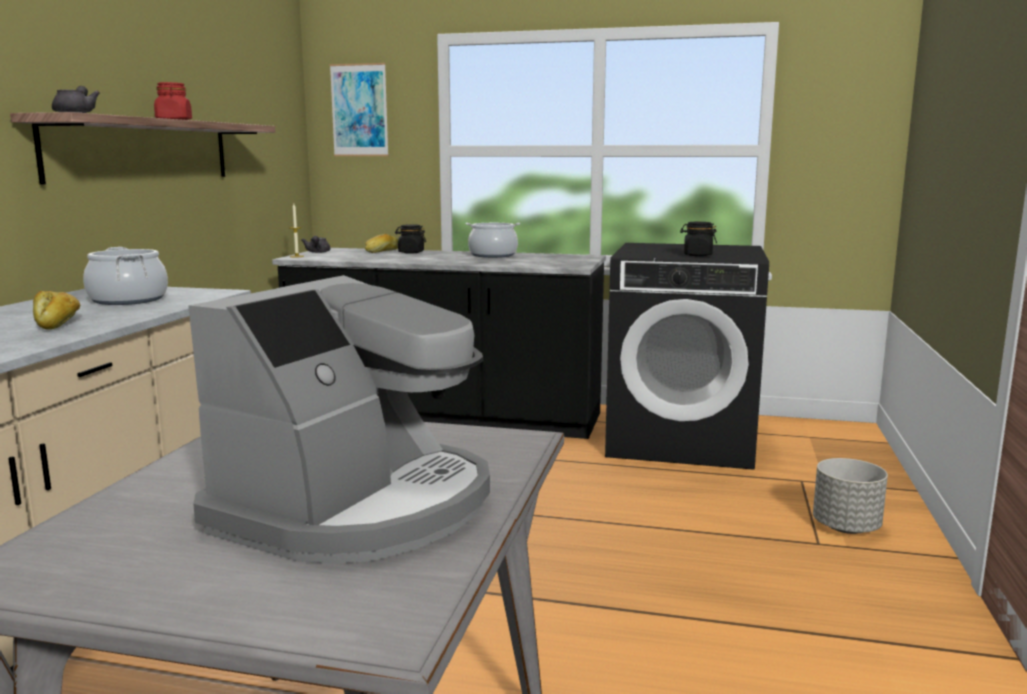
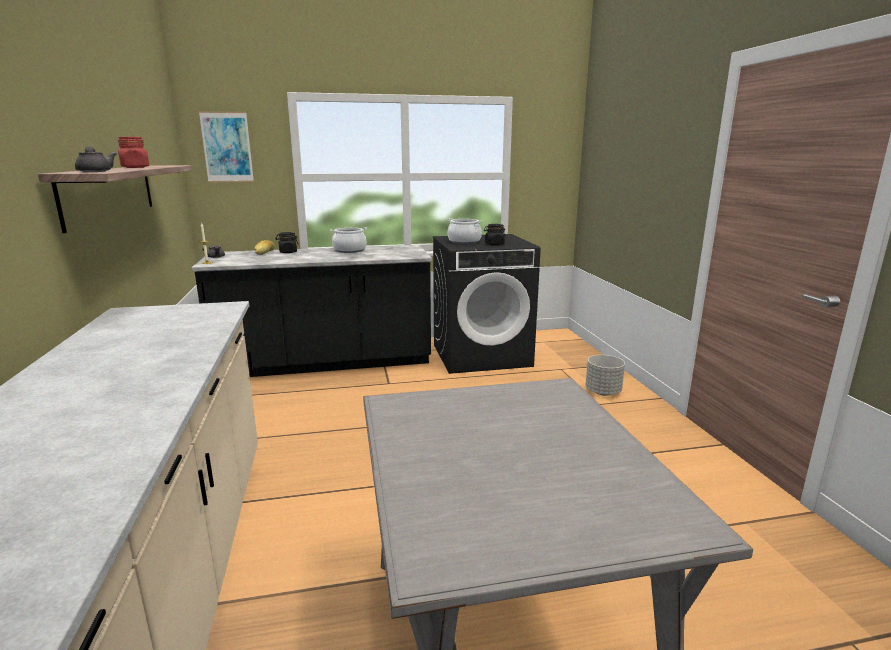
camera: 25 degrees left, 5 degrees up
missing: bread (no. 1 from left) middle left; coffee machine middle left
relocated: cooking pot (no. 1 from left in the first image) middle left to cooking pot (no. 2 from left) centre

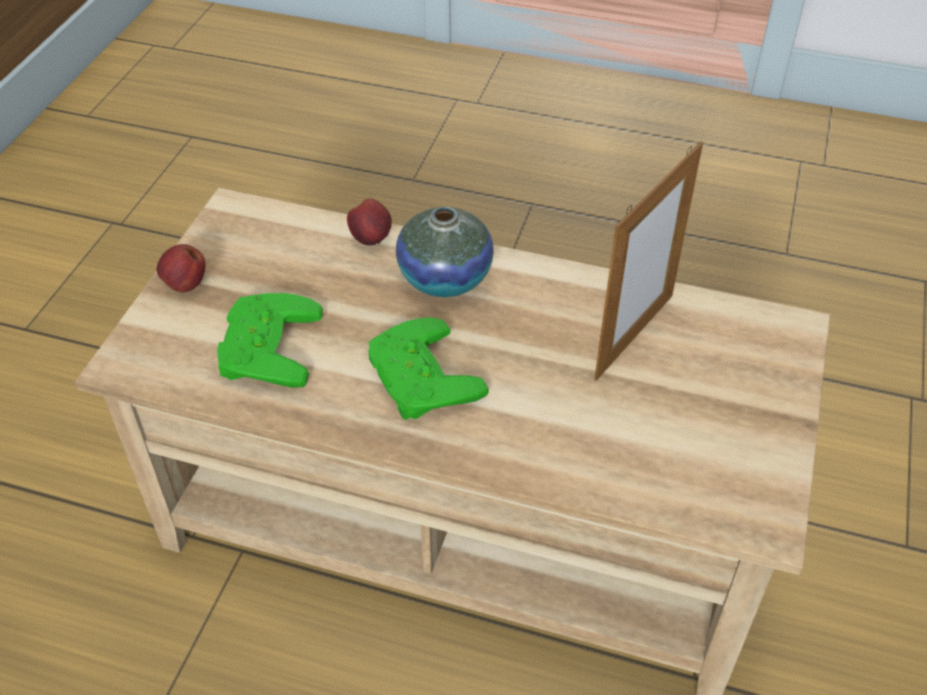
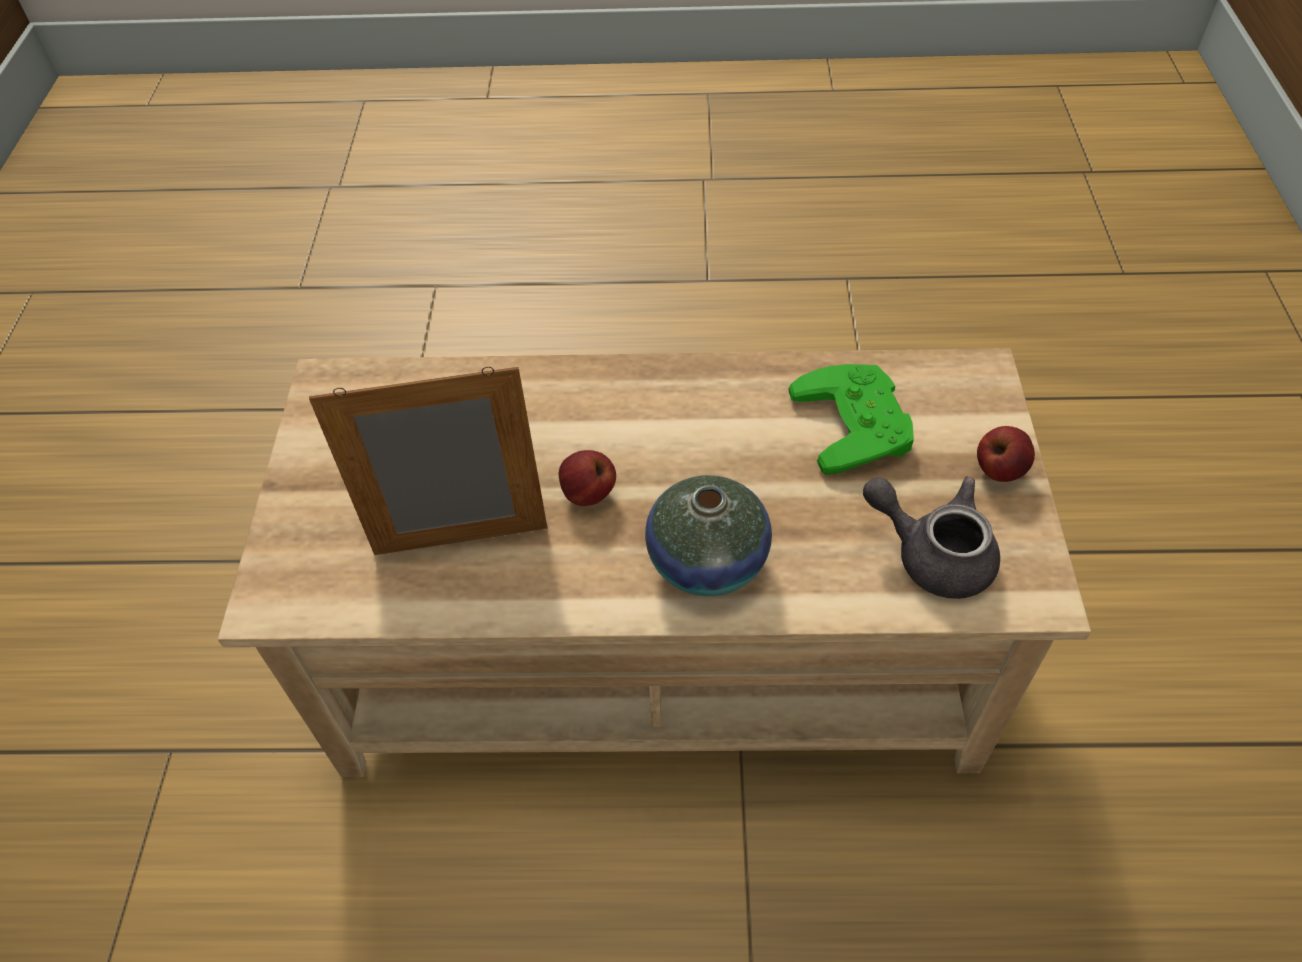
camera: 165 degrees right, 5 degrees up
missing: game controller/green (no. 2 from left) centre
appeared: teapot/grey middle right
relocated: apple (no. 2 from left in the first image) top centre to apple (no. 1 from left) centre
spun: picture frame middle right = middle left 60 degrees clockwise

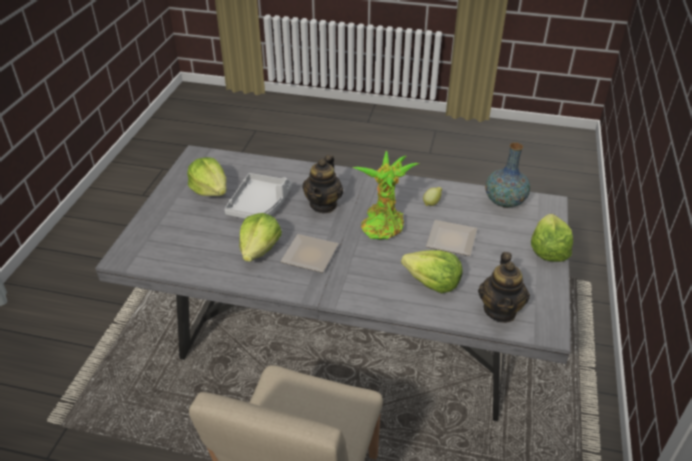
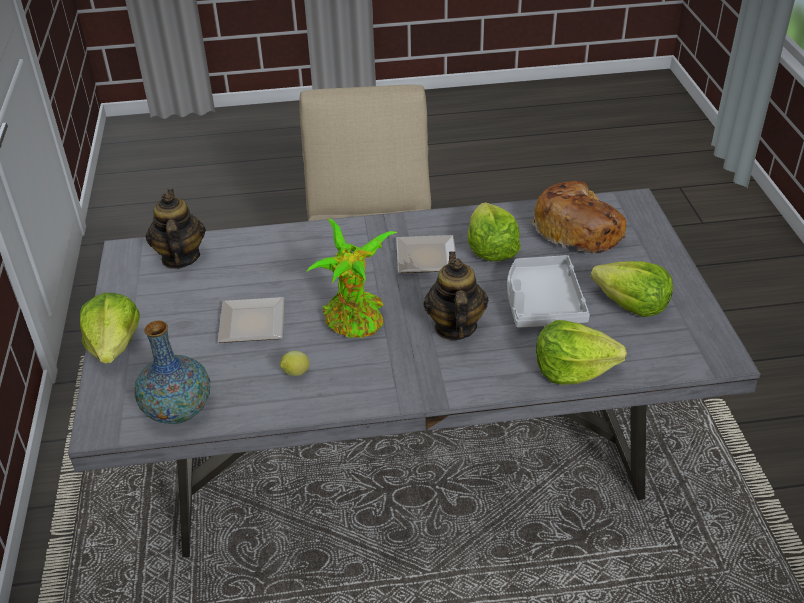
camera: 160 degrees right, 0 degrees up
appeared: bread middle right
relocated: lettuce (no. 3 from left) centre to middle right

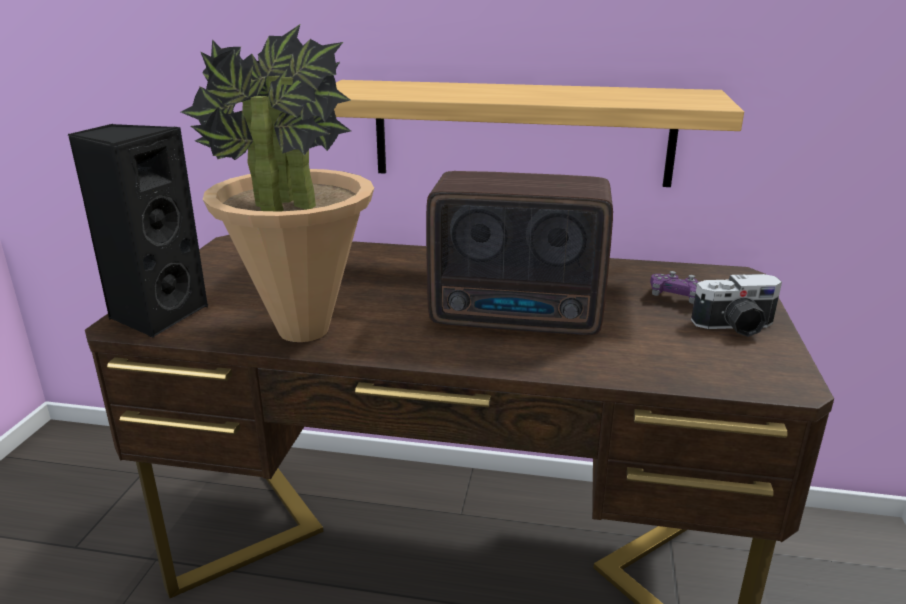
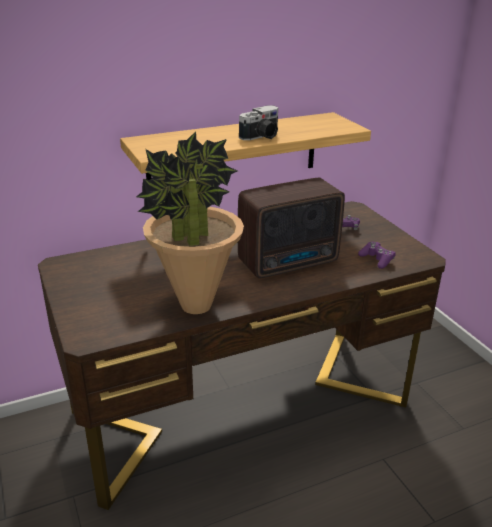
camera: 35 degrees left, 5 degrees up
missing: speaker/black middle left
appeared: game controller/purple (no. 2 from left) middle right
relocated: photo camera middle right to top centre

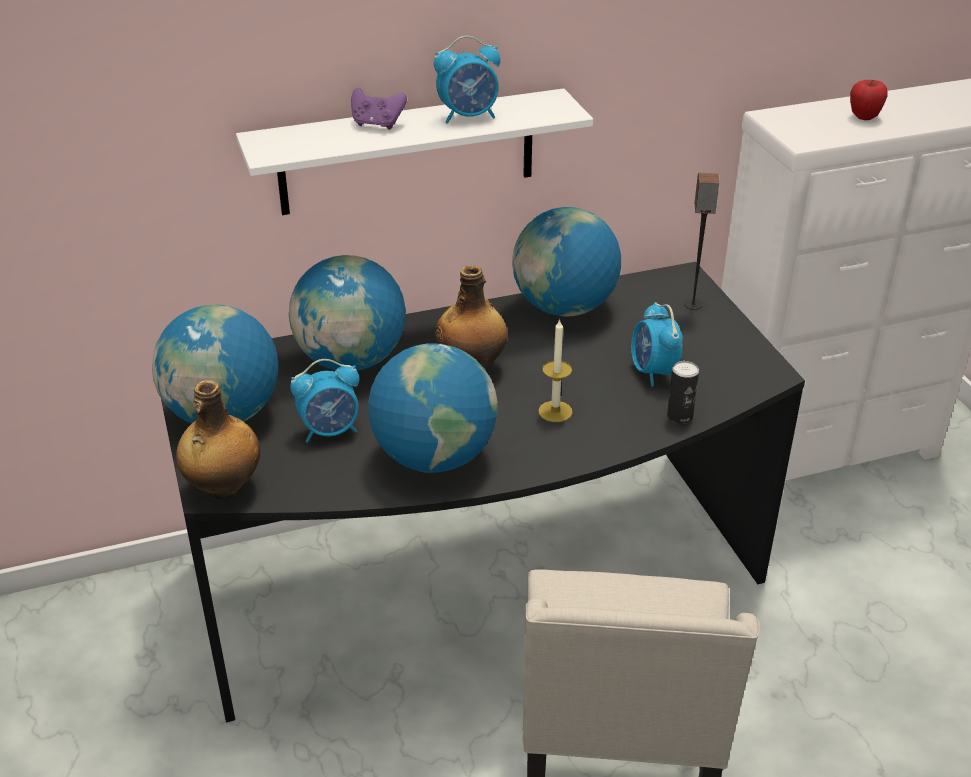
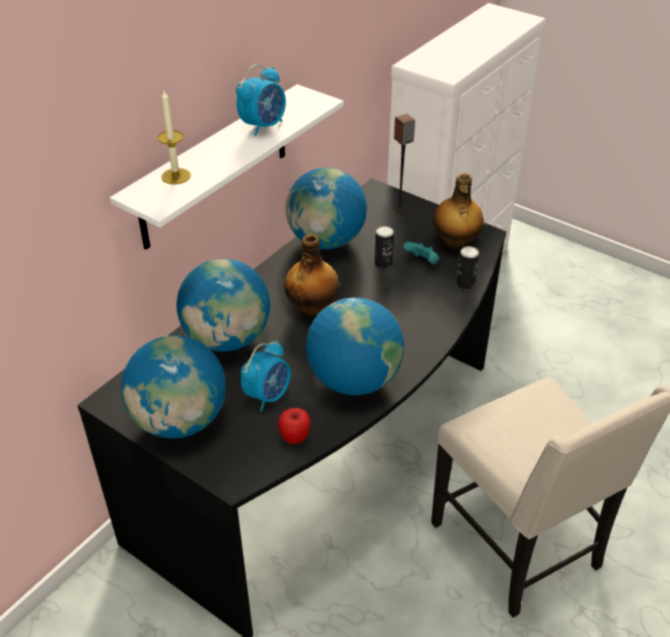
camera: 35 degrees left, 5 degrees up
missing: game controller/purple top centre
appeared: can (no. 1 from left) centre
relocated: candle centre to top left; apple top right to bottom centre; bottle (no. 1 from left in the first image) middle left to bottle (no. 2 from left) top right
exchanged: alarm clock (no. 3 from left) middle right to game controller/turquoise centre

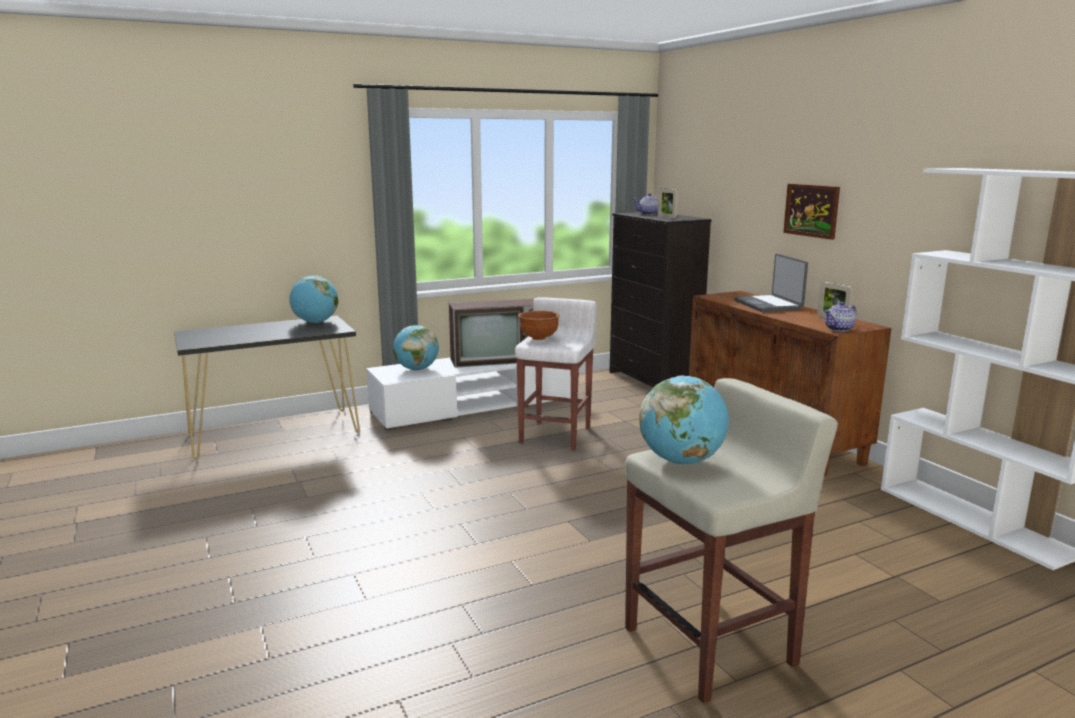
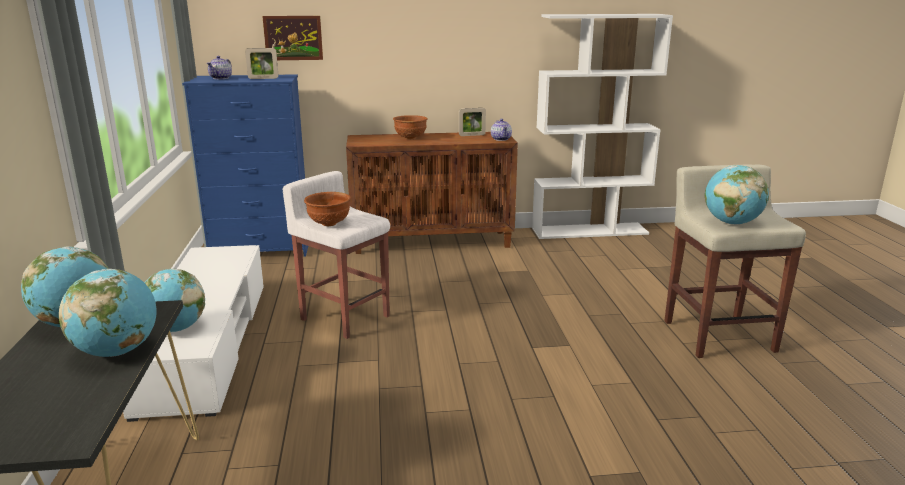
camera: 70 degrees left, 5 degrees up
missing: television centre
appeared: globe (no. 2 from left) middle left
relocated: picture top right to top left
exchanged: laptop middle right to bowl/brown (no. 2 from left) top centre
colour: dresser/black centre to dresser/blue middle left

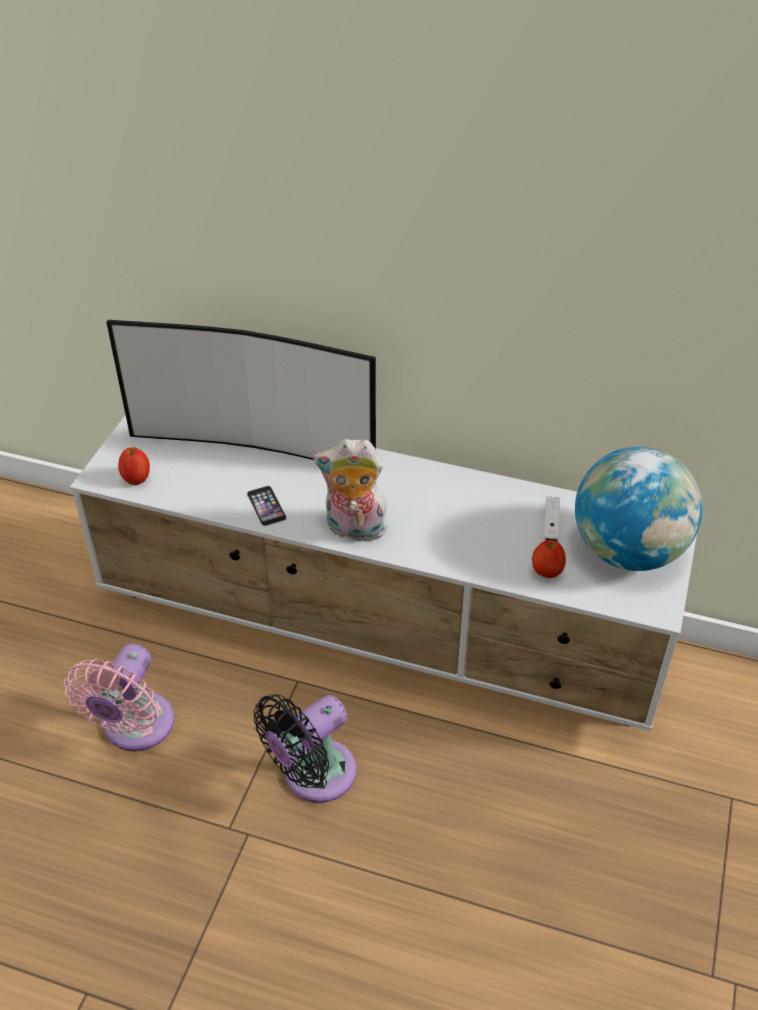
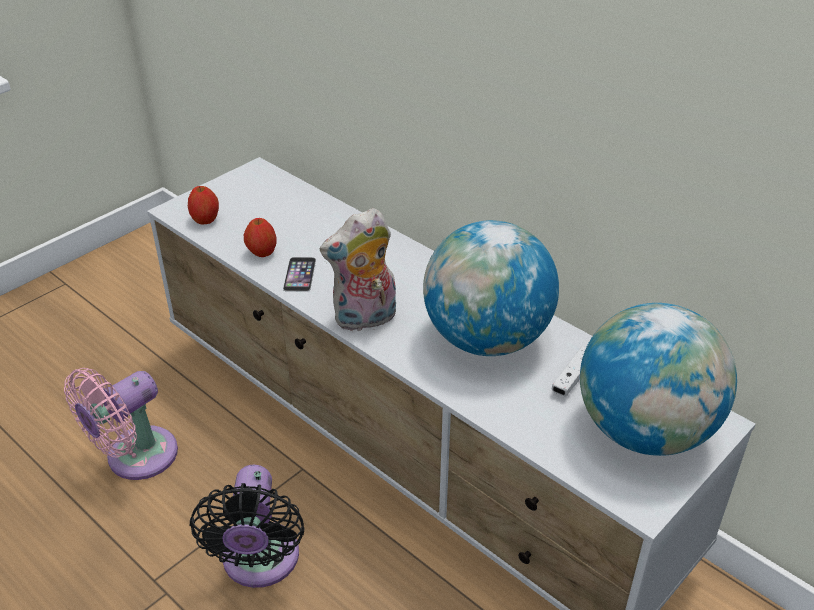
camera: 25 degrees right, 5 degrees down
missing: television middle left
appeared: globe (no. 1 from left) centre
relocated: apple (no. 2 from left) middle right to middle left
spun: fan/black bottom centre = bottom left 75 degrees counterclockwise; plush toy centre = centre 60 degrees counterclockwise

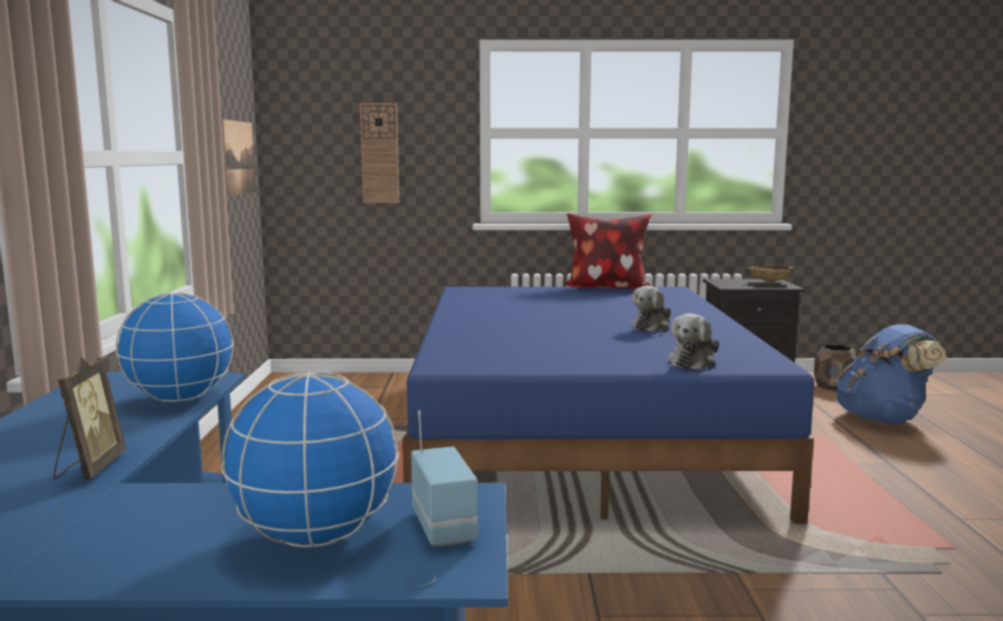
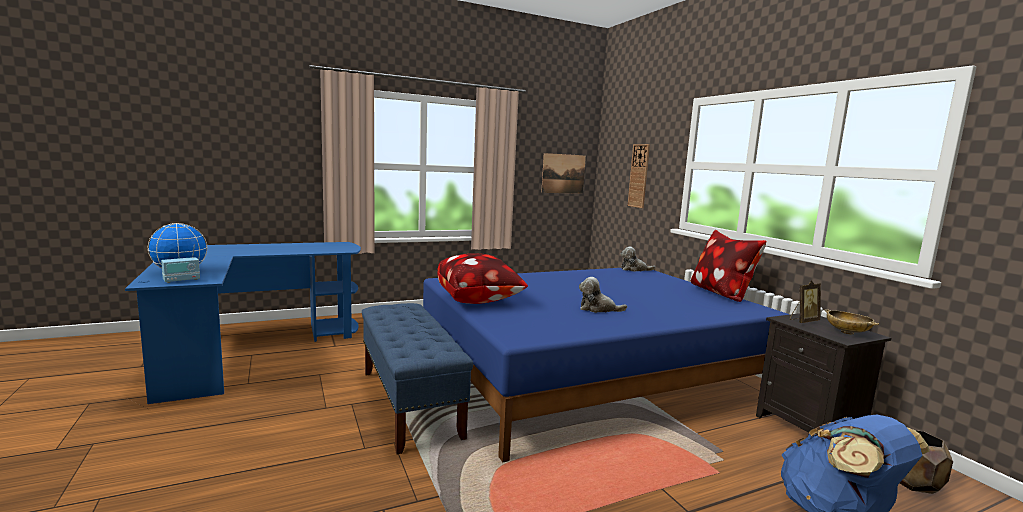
camera: 65 degrees right, 0 degrees up
missing: globe (no. 1 from left) middle left
appeared: bench/blue bottom centre; pillow (no. 1 from left) centre
relocated: plush toy (no. 2 from left) middle right to centre; picture frame bottom left to middle right

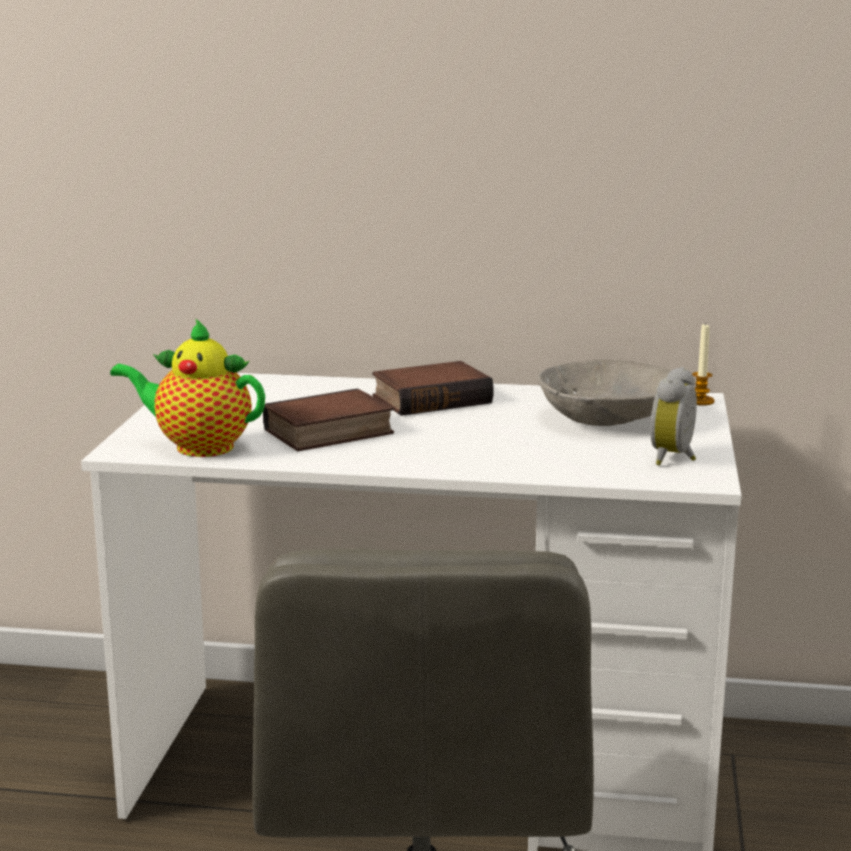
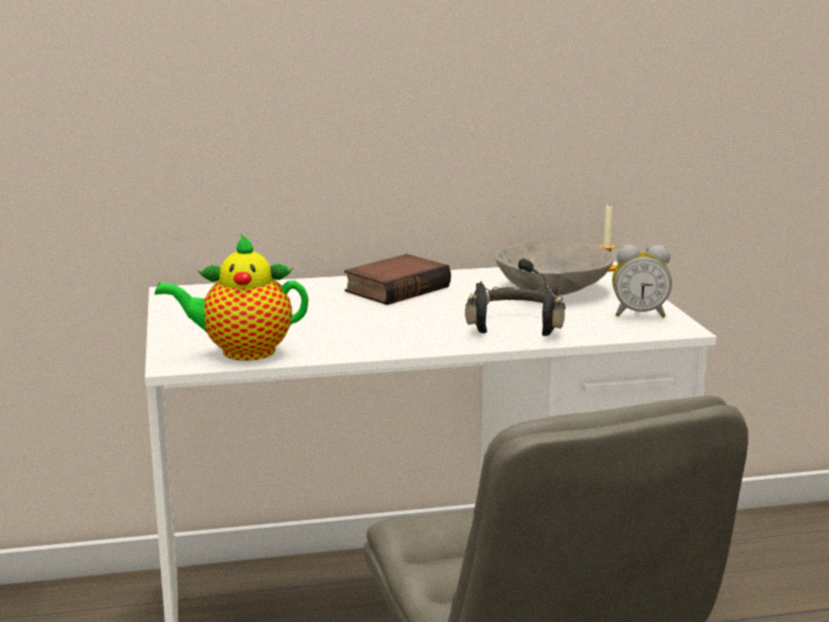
camera: 20 degrees left, 0 degrees up
missing: book (no. 1 from left) centre
appeared: headphones/black centre
spun: alarm clock middle right = middle right 90 degrees counterclockwise

